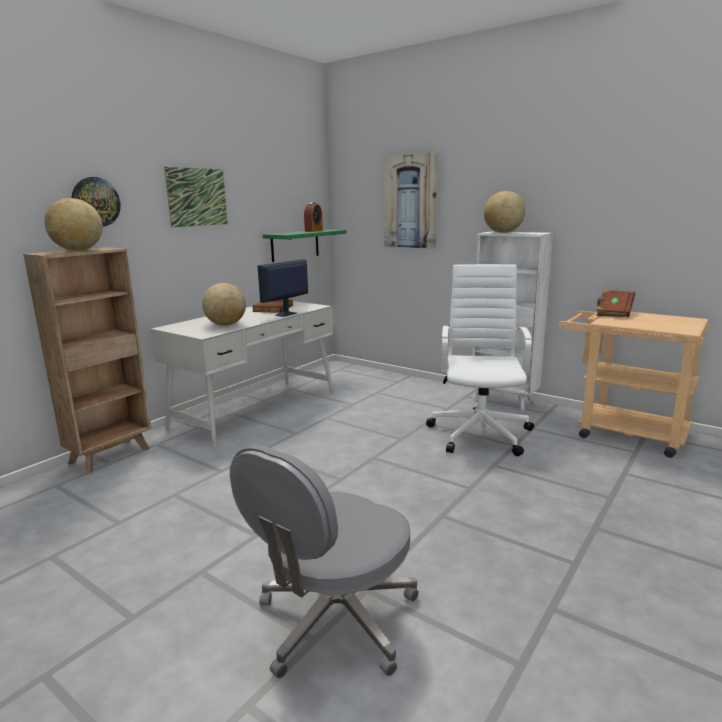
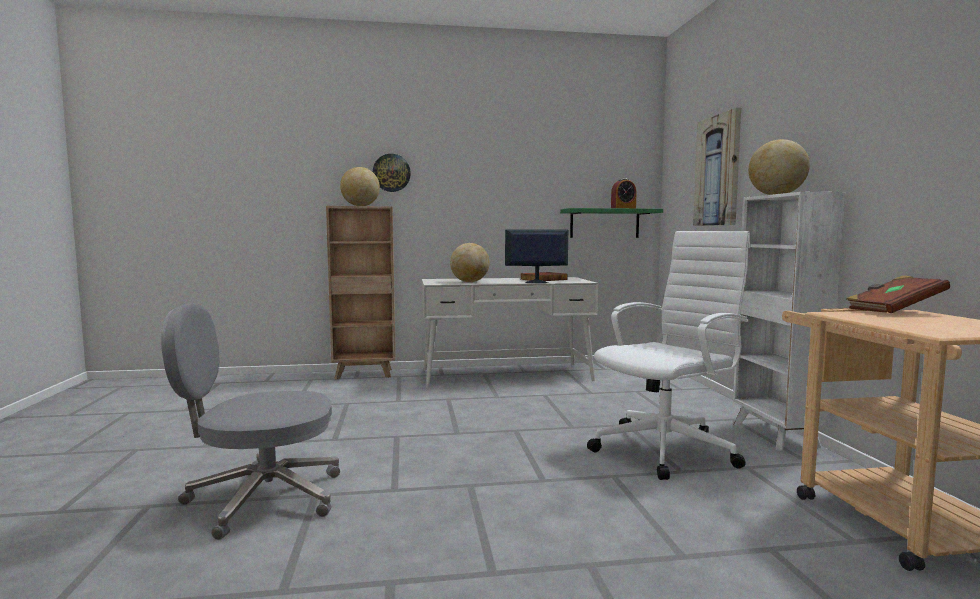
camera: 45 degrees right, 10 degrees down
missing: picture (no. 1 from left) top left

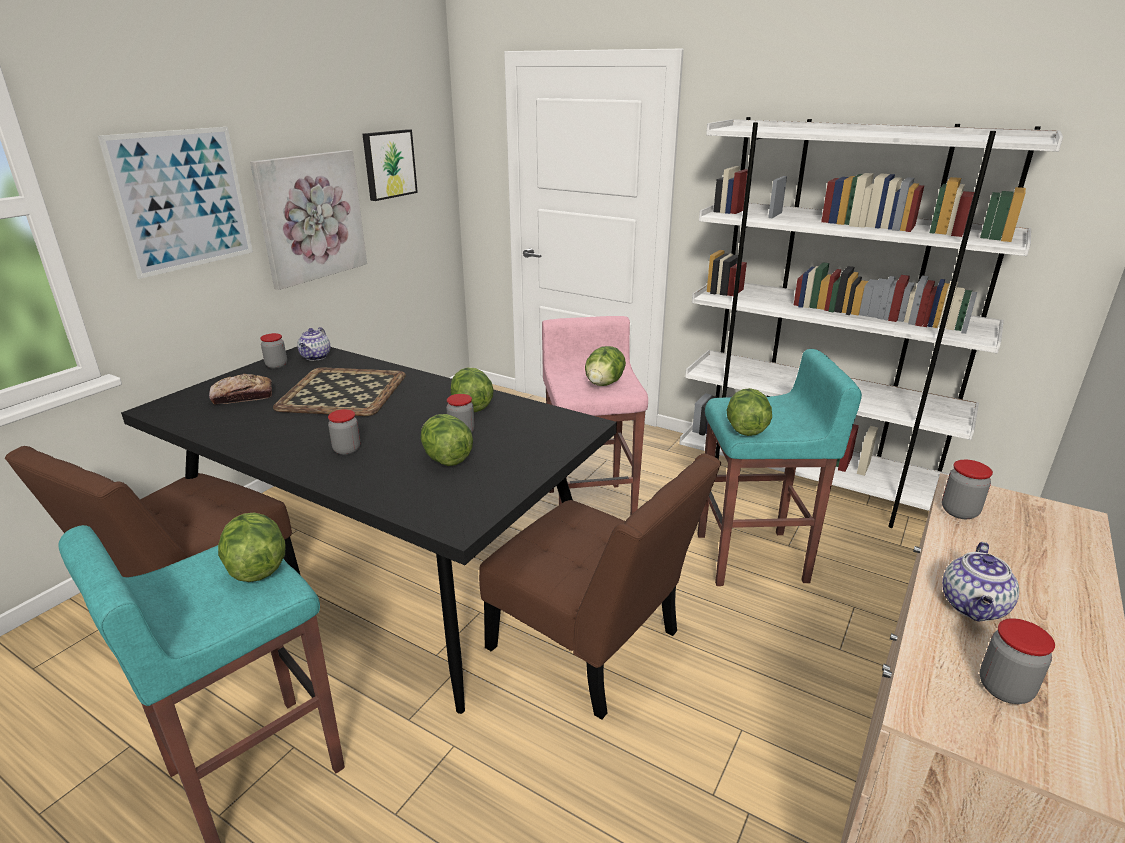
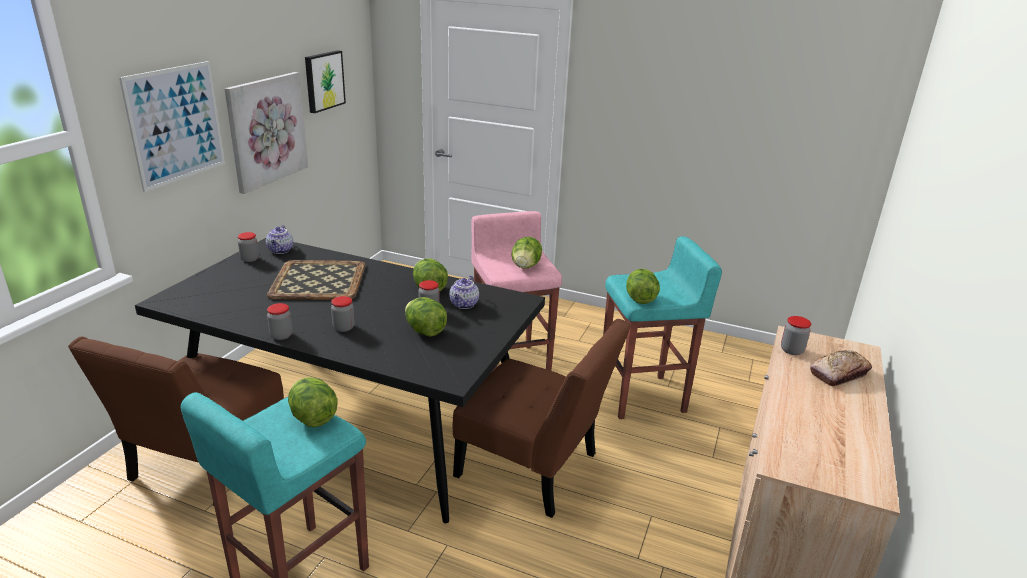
camera: 10 degrees left, 0 degrees up
missing: bookcase/white middle right
relocated: jar (no. 5 from left in the first image) bottom right to jar (no. 2 from left) middle left; teapot (no. 2 from left) bottom right to centre; bread middle left to middle right

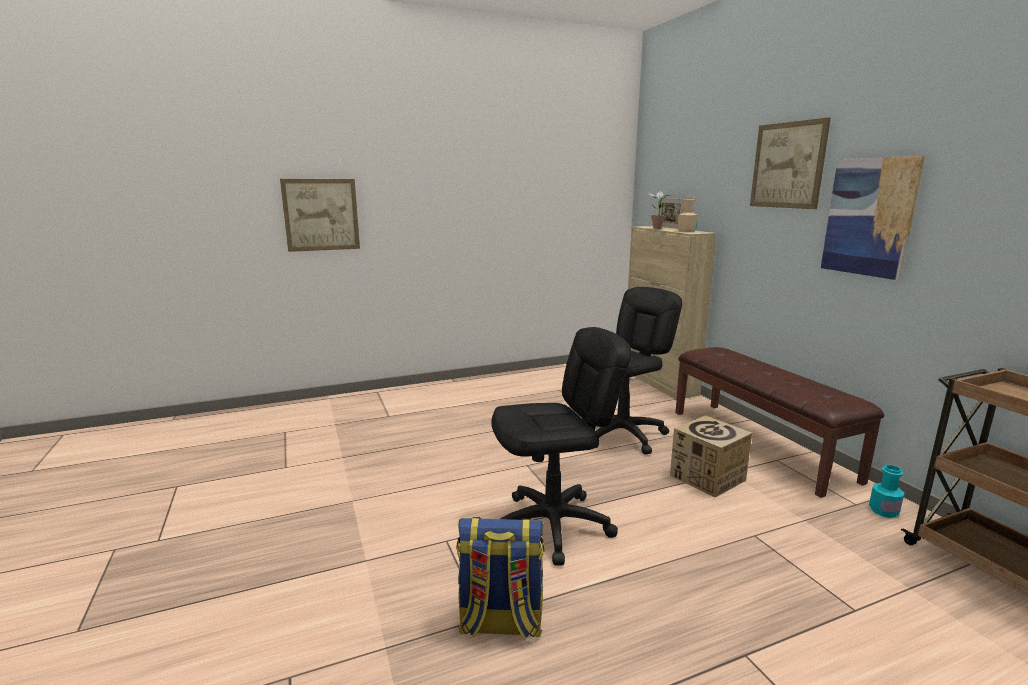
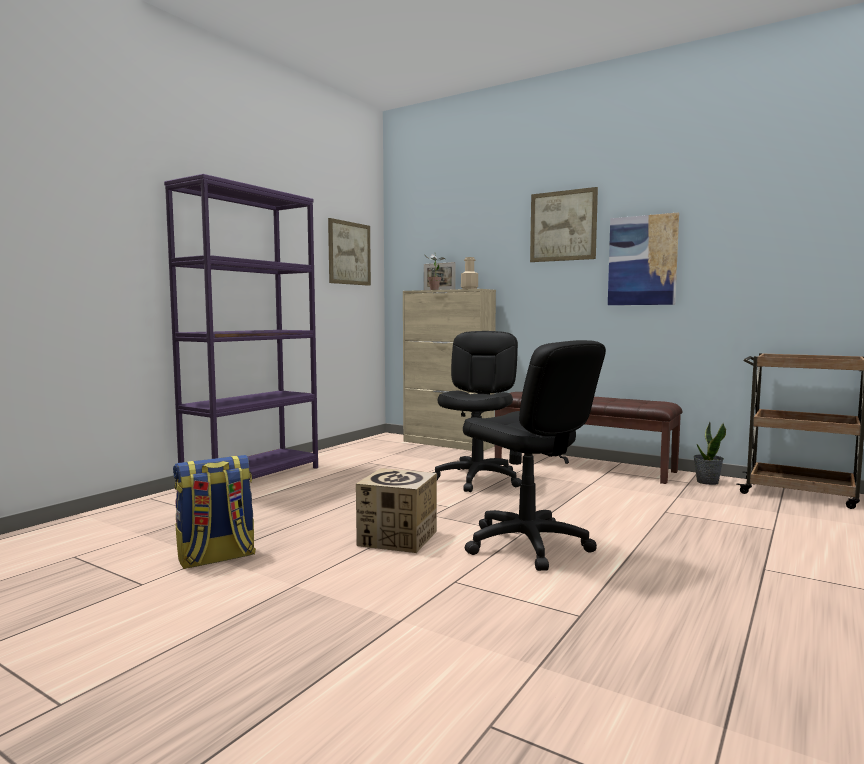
camera: 35 degrees left, 10 degrees down
appeared: bookcase/purple middle left
relocated: backpack bottom centre to bottom left; picture (no. 1 from left) top left to top centre; cardboard box middle right to bottom centre
exchanged: bottle/turquoise bottom right to potted plant (no. 2 from left) middle right
spun: office chair/black (no. 1 from left in the first image) centre = centre 105 degrees clockwise

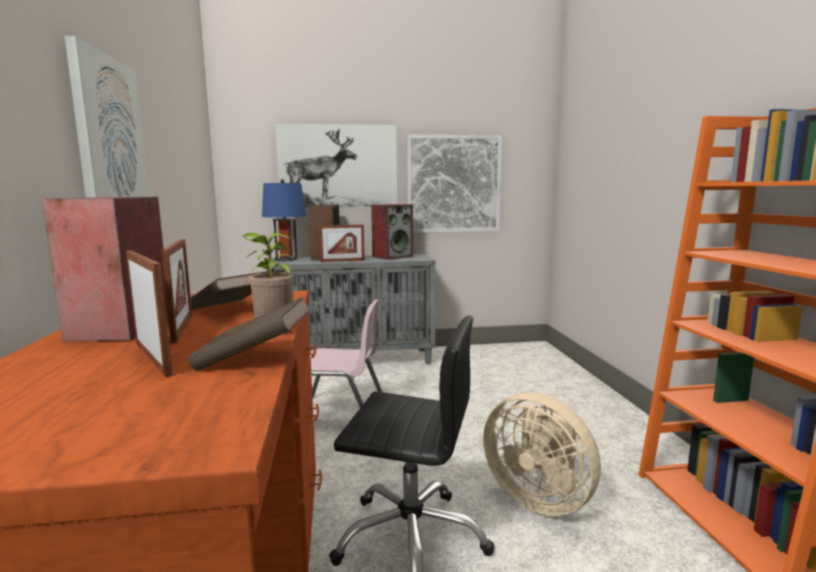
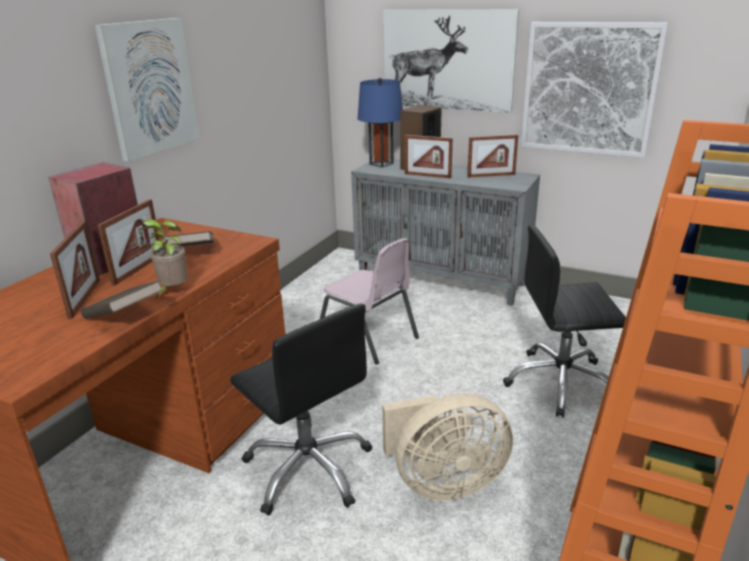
camera: 35 degrees right, 15 degrees up
appeared: office chair/black (no. 2 from left) middle right
exchanged: speaker (no. 3 from left) centre to picture frame (no. 4 from left) top centre
spun: fan/beige bottom centre = bottom centre 90 degrees counterclockwise

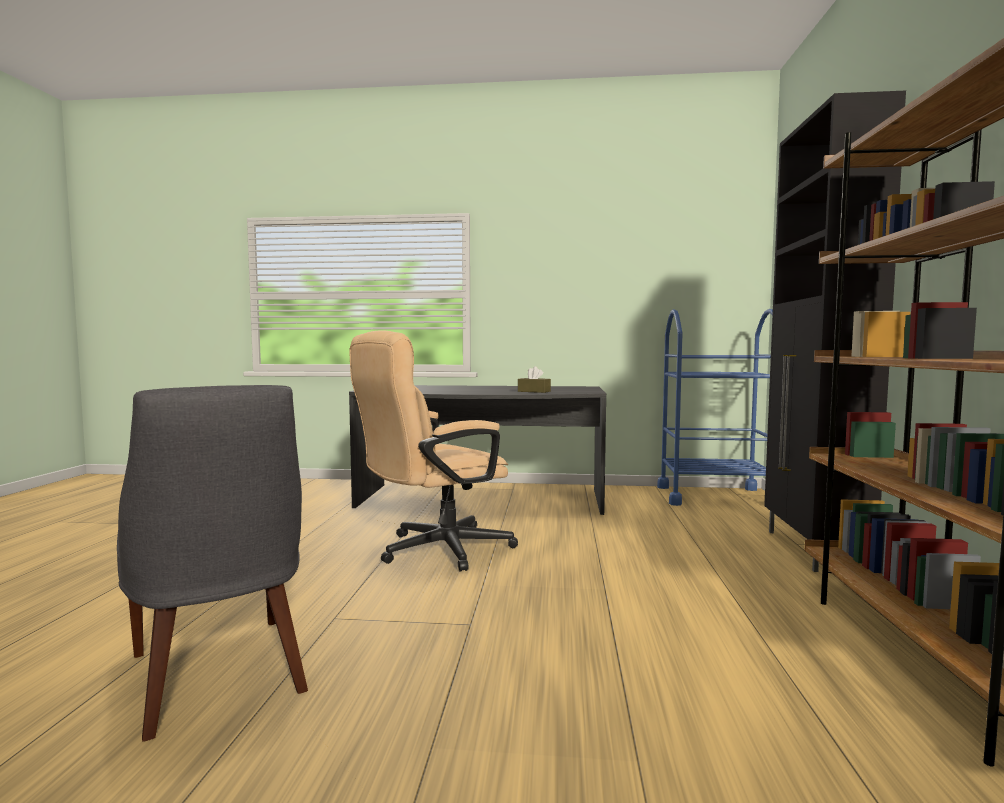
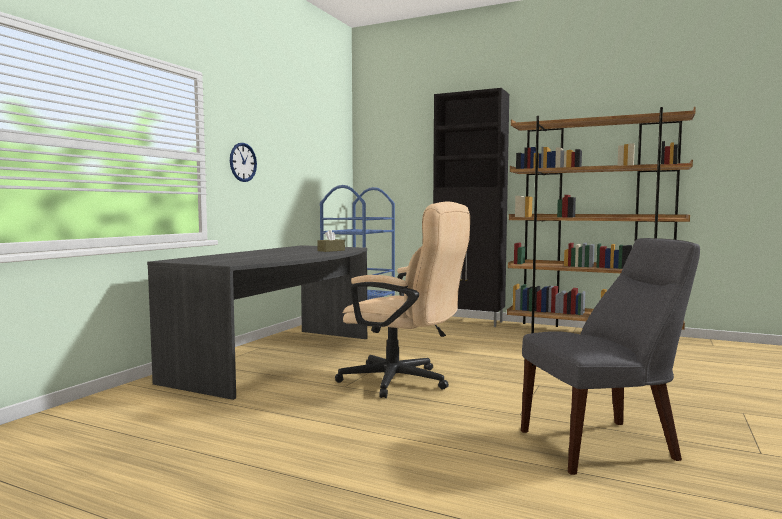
camera: 70 degrees left, 0 degrees up
appeared: wall clock top left
spun: office chair/beige centre = centre 45 degrees counterclockwise

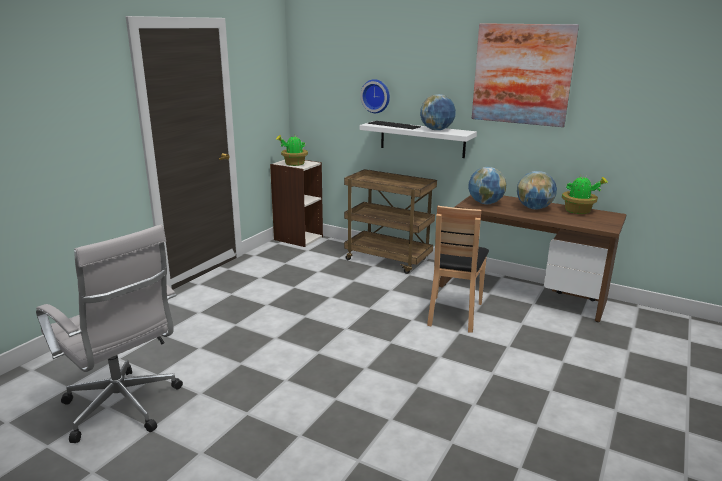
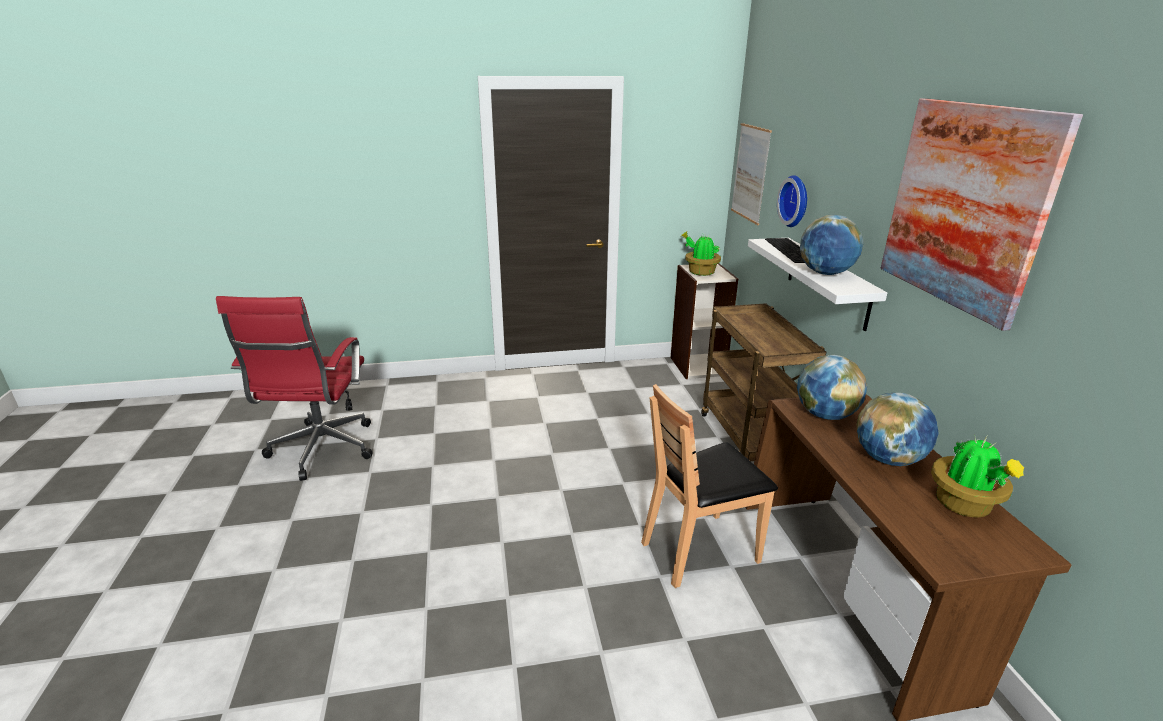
camera: 50 degrees right, 5 degrees up
appeared: picture (no. 1 from left) top centre
colour: office chair/white bottom left to office chair/red middle left

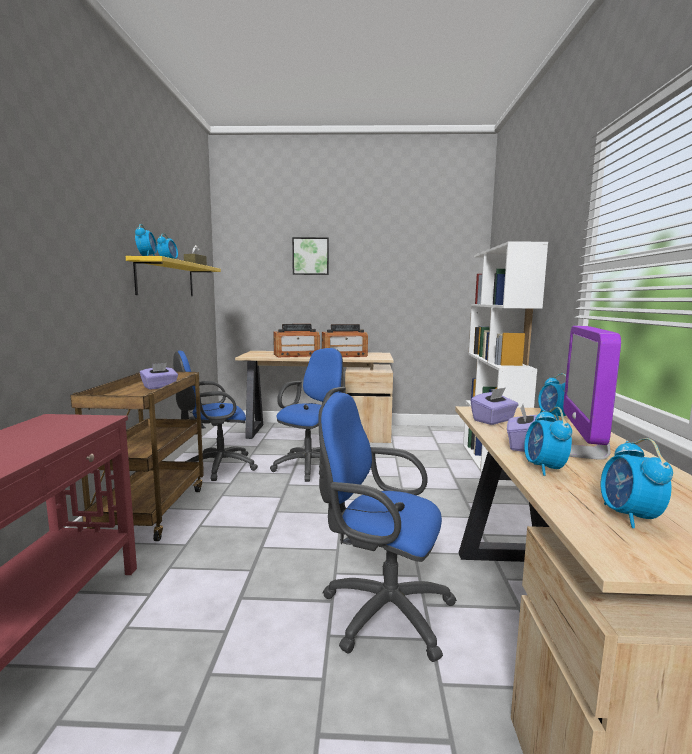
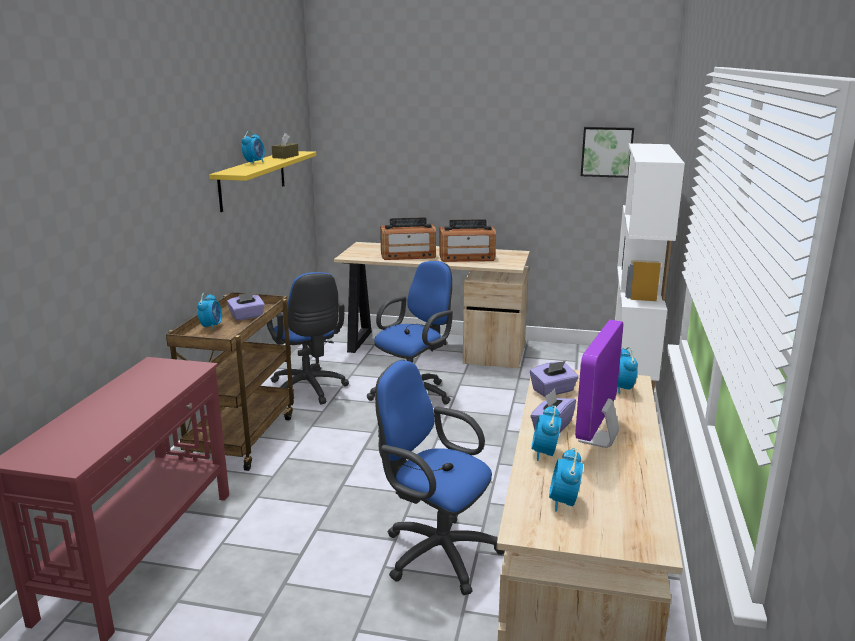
camera: 10 degrees right, 10 degrees up
relocated: alarm clock (no. 1 from left) top left to middle left; picture centre to top right
spun: office chair/blue (no. 1 from left) middle left = centre 105 degrees counterclockwise

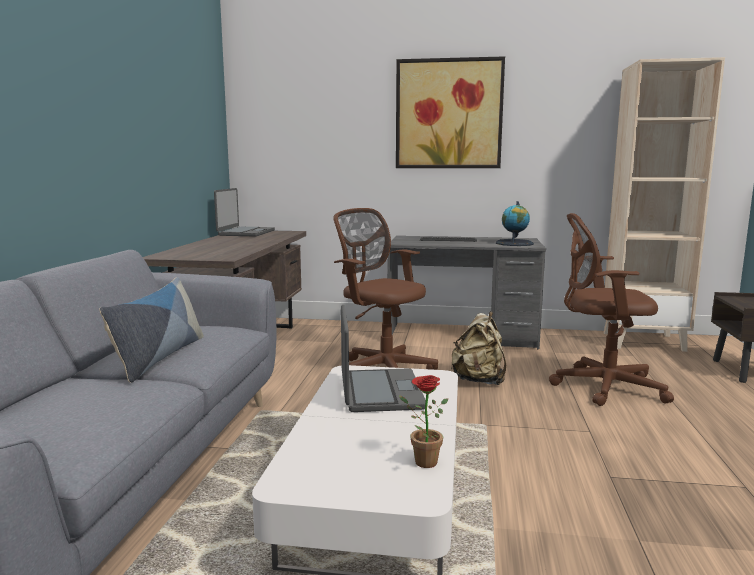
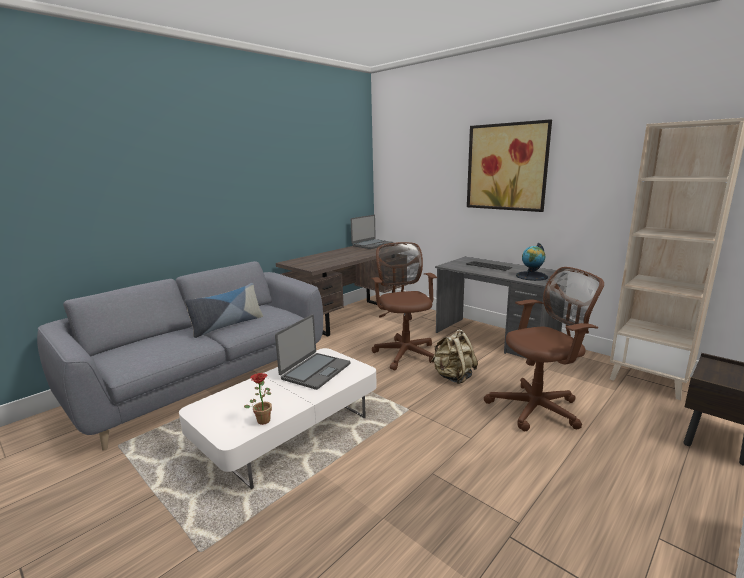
camera: 35 degrees right, 5 degrees up
spun: office chair/brown (no. 2 from left) middle right = middle right 120 degrees clockwise

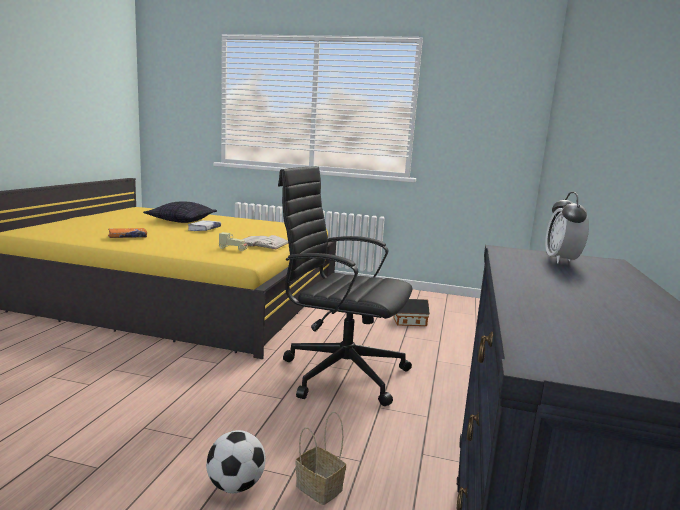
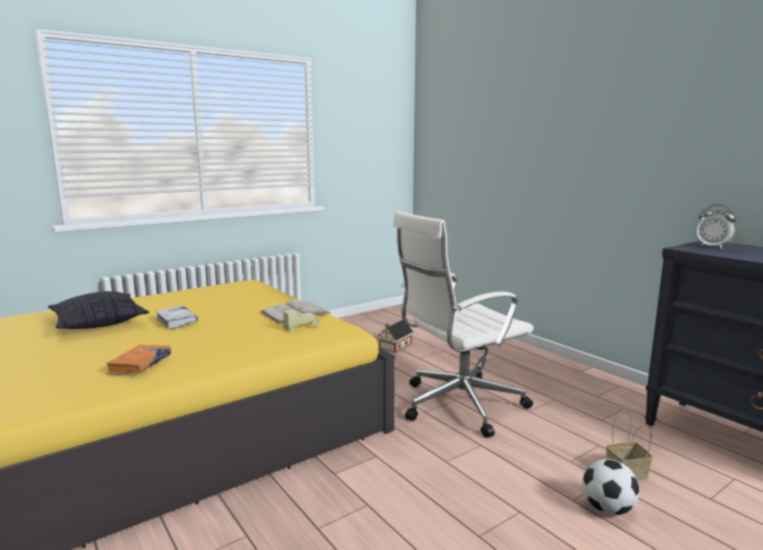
camera: 50 degrees left, 0 degrees up
colour: office chair/black centre to office chair/white centre

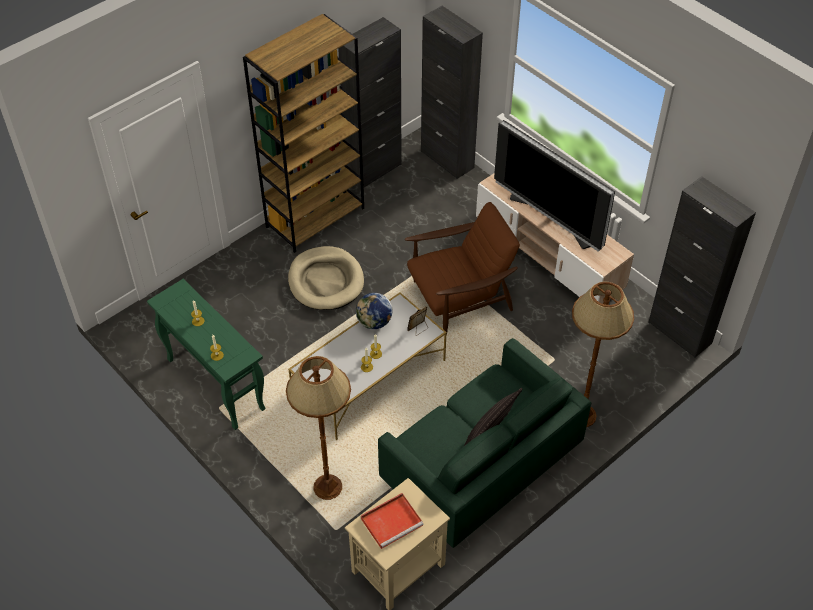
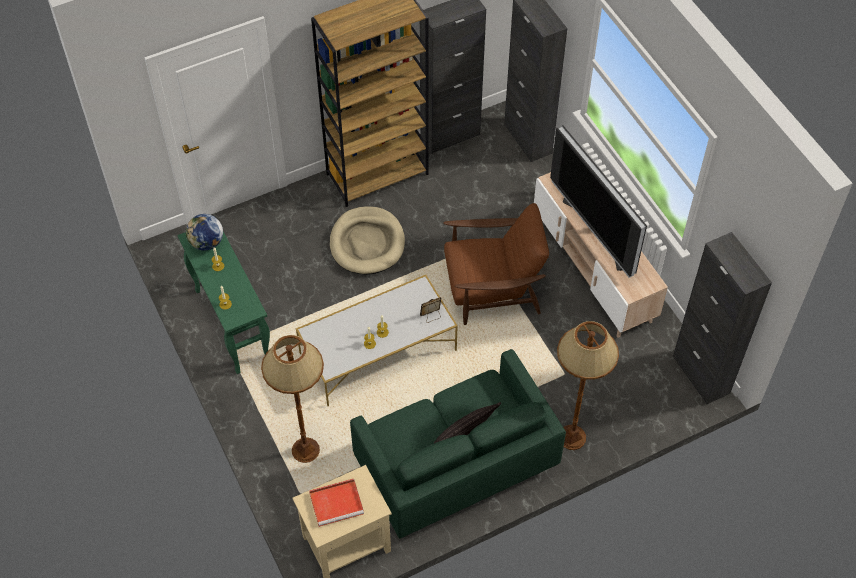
camera: 15 degrees right, 5 degrees up
relocated: globe centre to middle left

